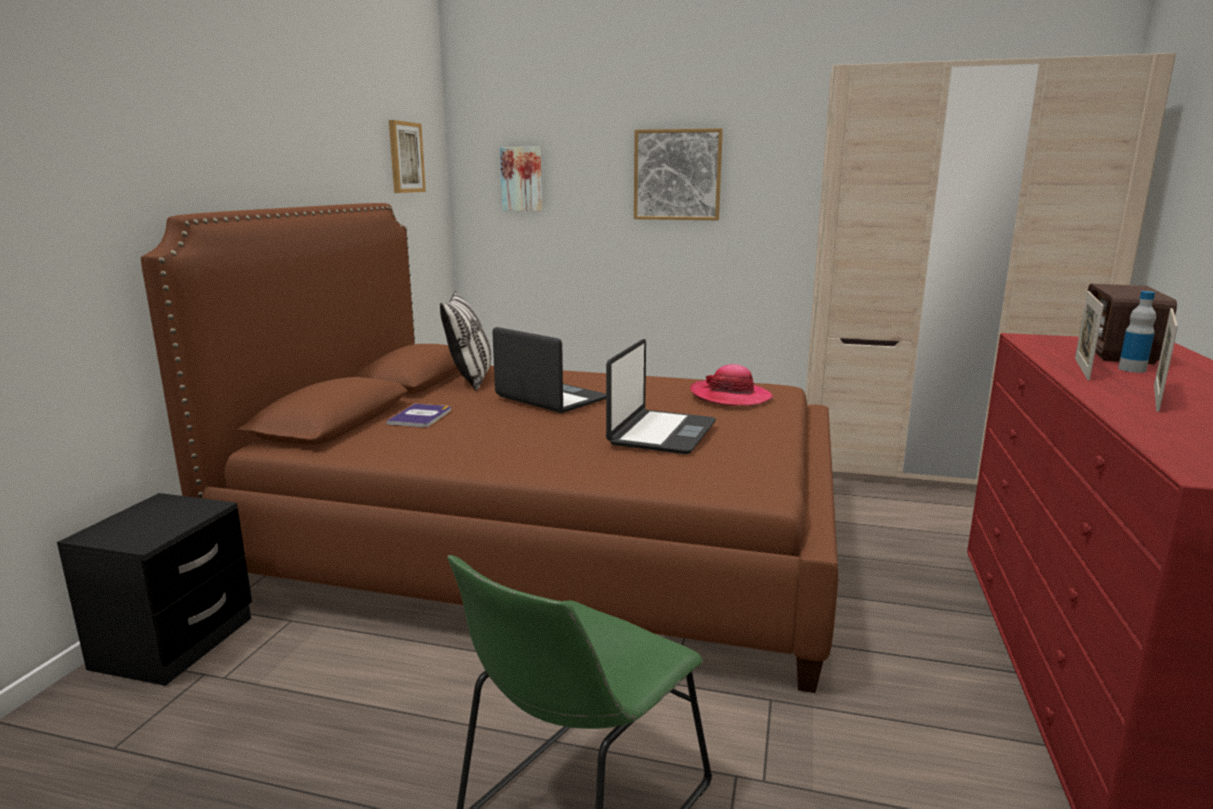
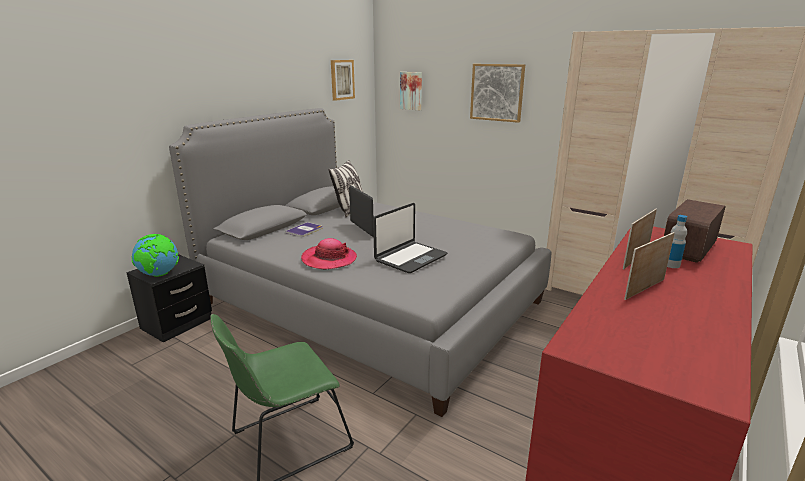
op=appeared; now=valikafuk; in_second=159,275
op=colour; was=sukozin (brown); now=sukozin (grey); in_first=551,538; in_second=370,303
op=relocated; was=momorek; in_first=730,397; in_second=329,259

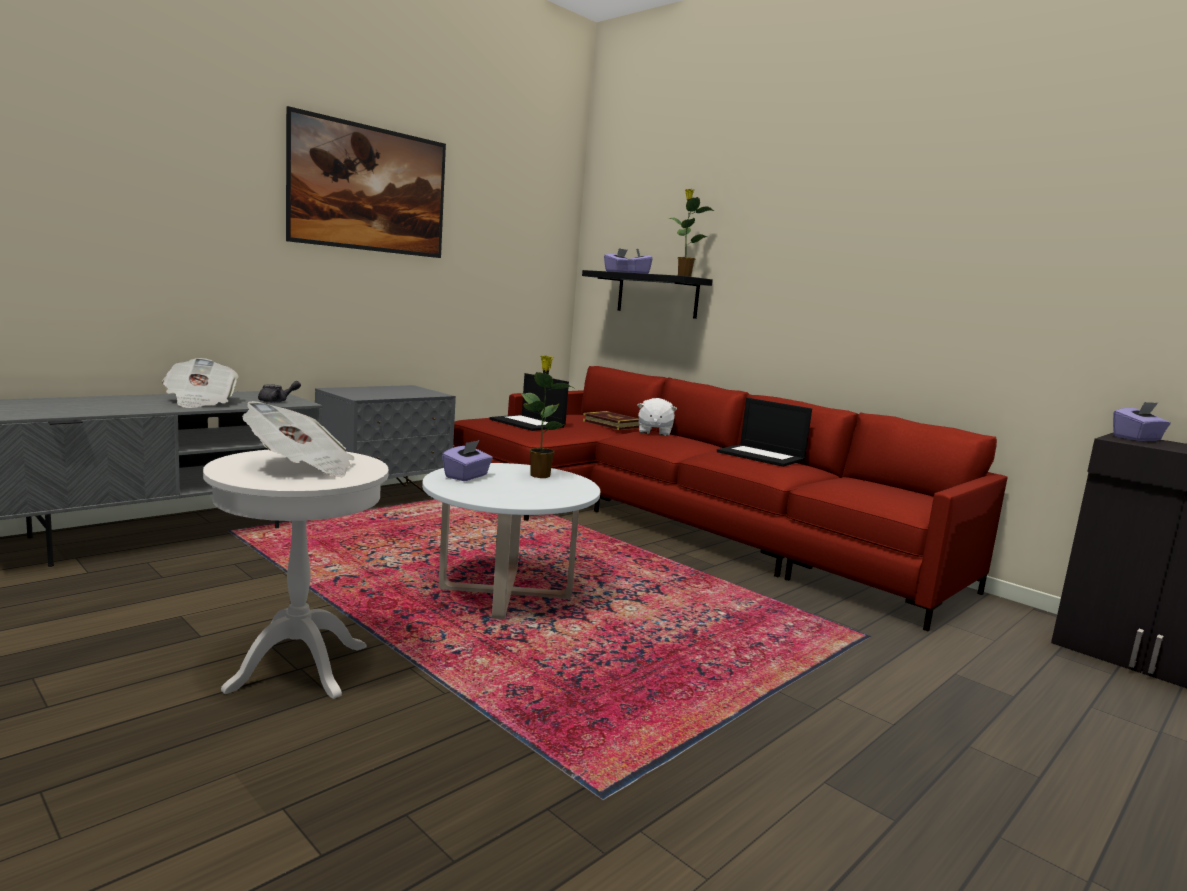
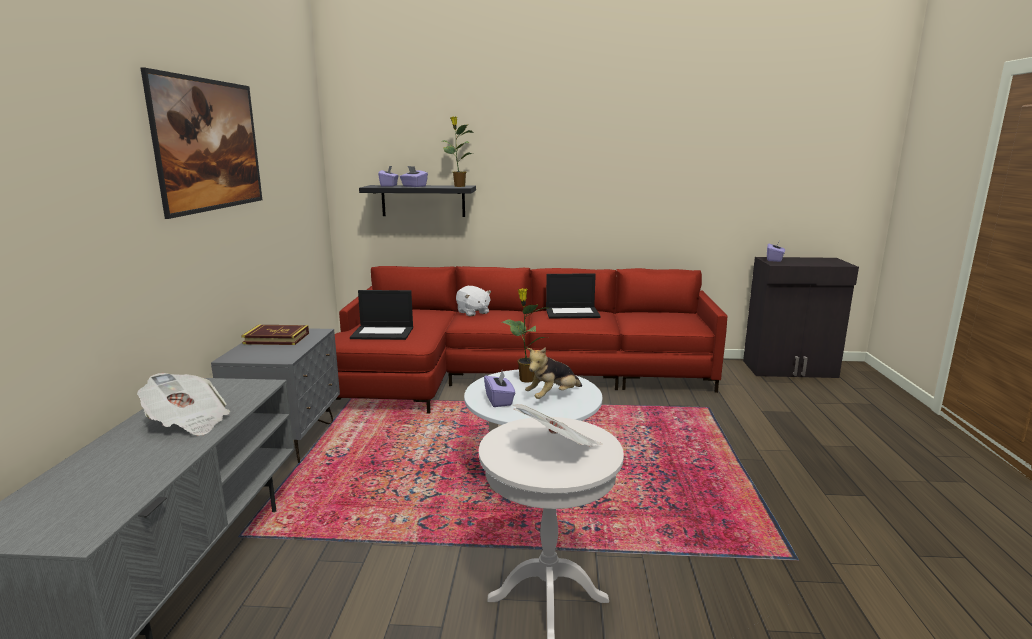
op=relocated; was=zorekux; in_first=612,424; in_second=276,338
op=appeared; now=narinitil; in_second=553,396
op=missing; was=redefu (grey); in_first=277,401

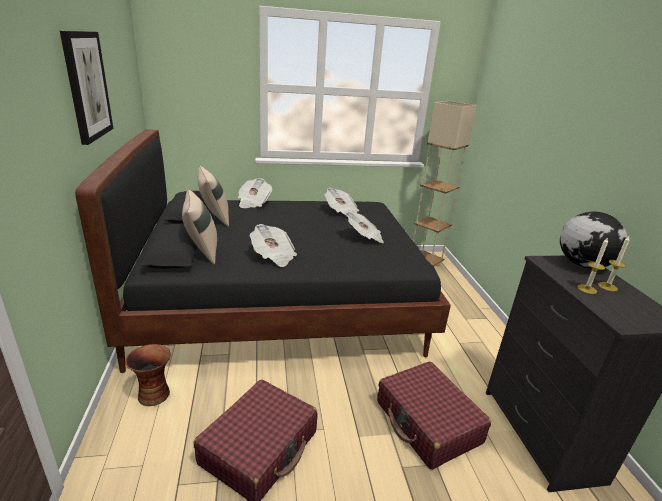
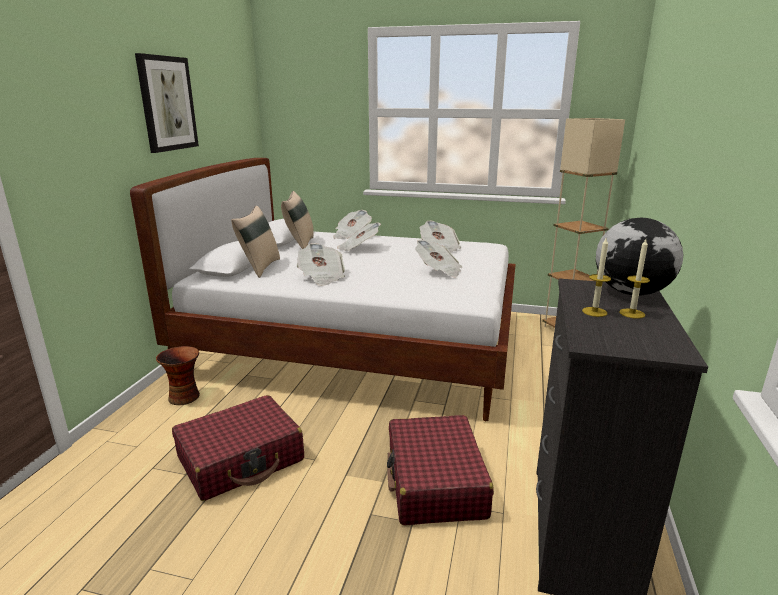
op=colour; was=sukozin (black); now=sukozin (white); in_first=280,302; in_second=357,344
op=appeared; now=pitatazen; in_second=358,248

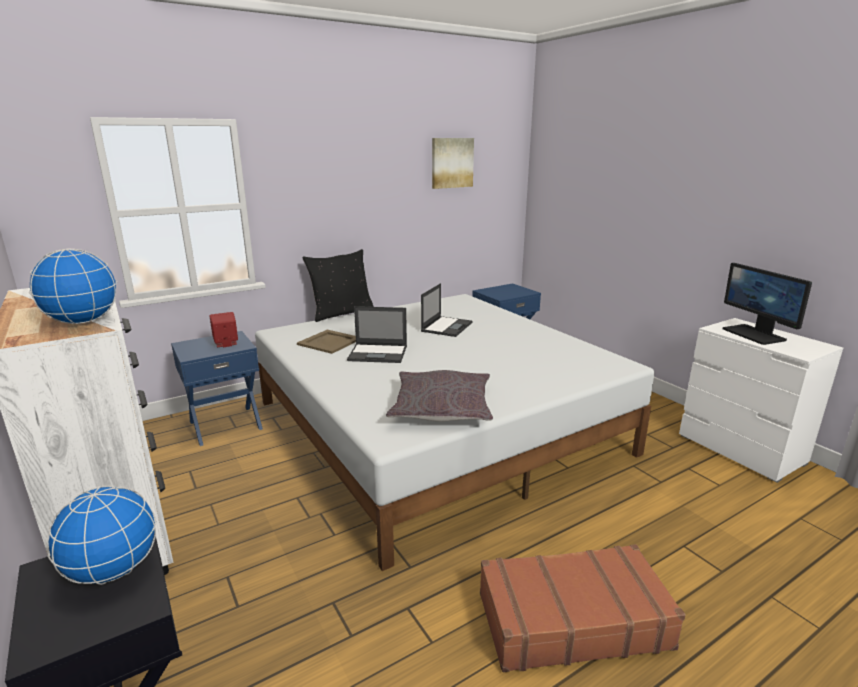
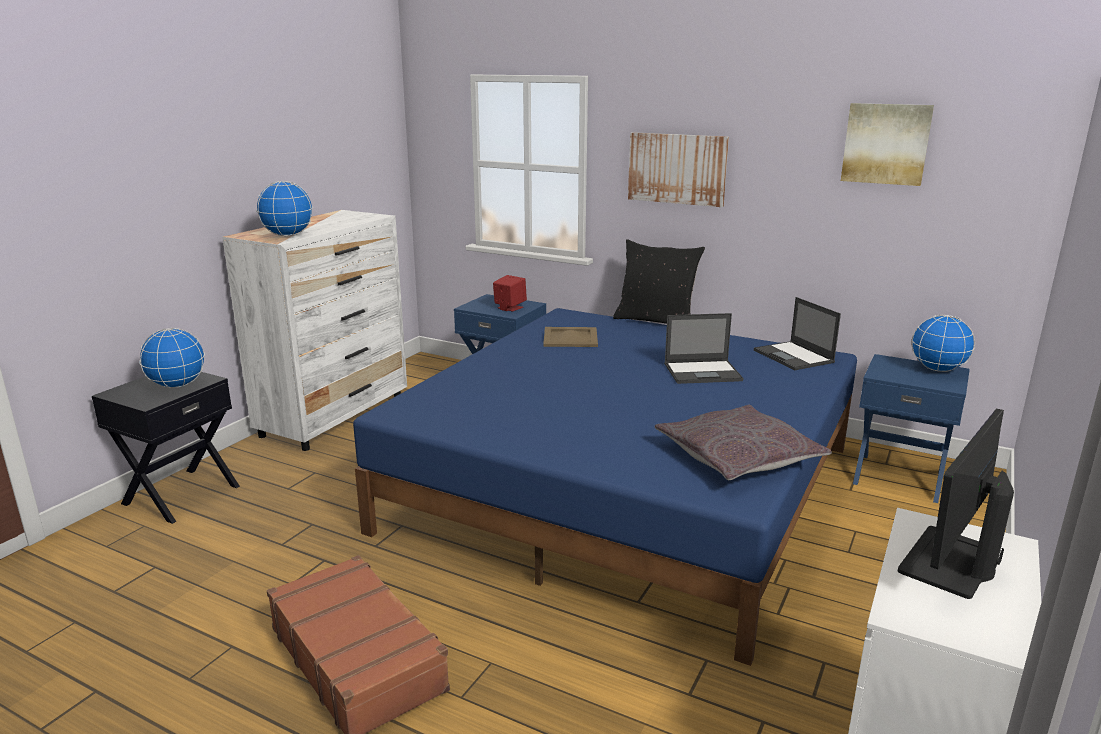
op=colour; was=sukozin (white); now=sukozin (blue); in_first=437,426; in_second=626,488
op=appeared; now=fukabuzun; in_second=677,168
op=relocated; was=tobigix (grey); in_first=441,407; in_second=738,456
op=relocated; was=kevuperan; in_first=378,353; in_second=794,356
op=appeared; now=valikafuk; in_second=938,369

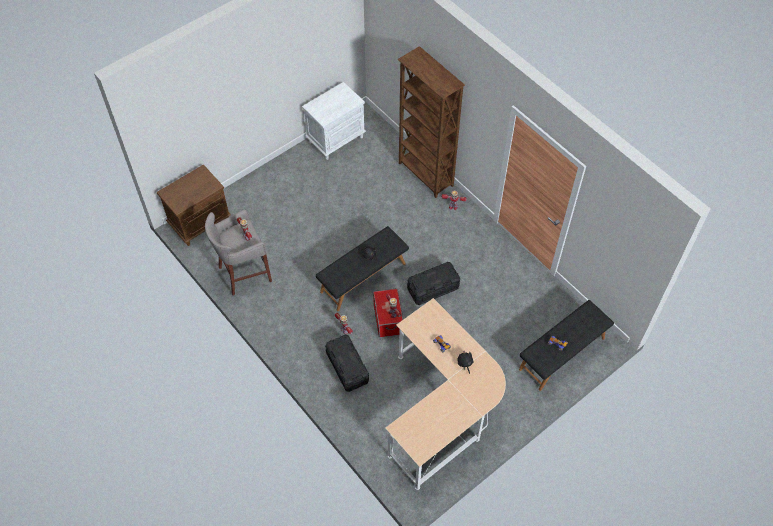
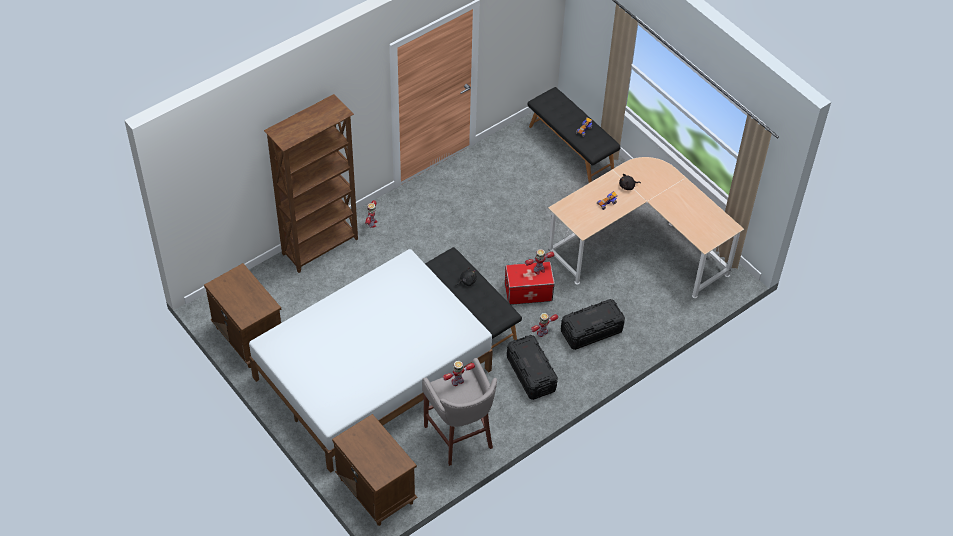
op=colour; was=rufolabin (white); now=rufolabin (brown); in_first=336,139; in_second=248,337
op=appeared; now=sukozin (white); in_second=372,373
op=relocated; was=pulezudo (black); in_first=433,288; in_second=531,373

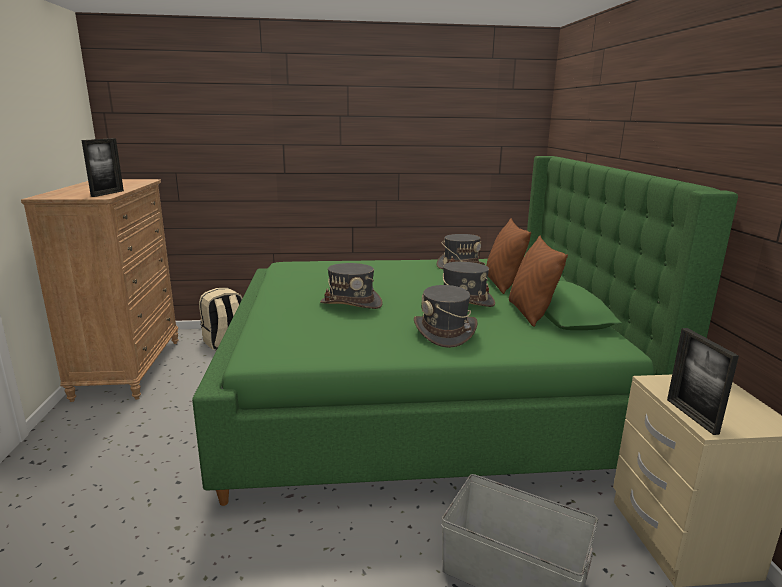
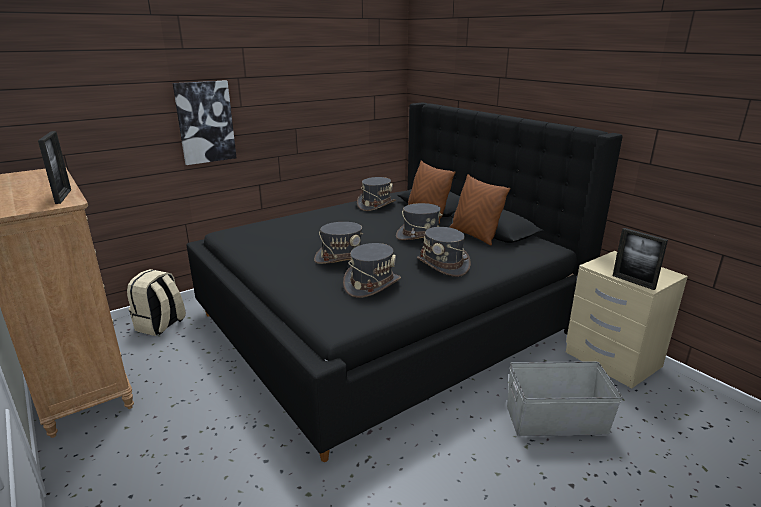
op=appeared; now=fukabuzun; in_second=205,122
op=colour; was=sukozin (green); now=sukozin (black); in_first=422,397; in_second=388,322
op=appeared; now=momorek (grey); in_second=372,284

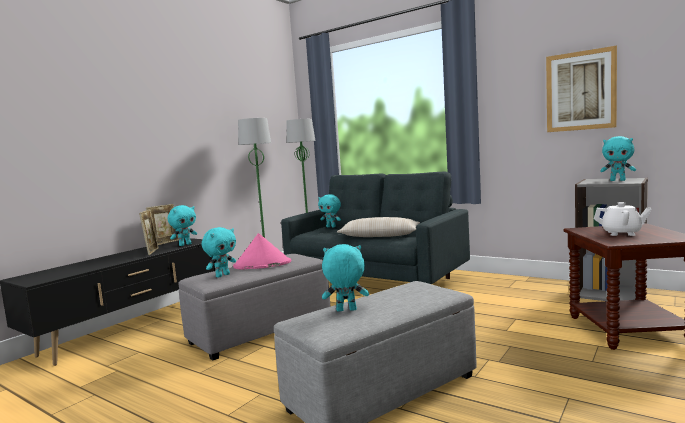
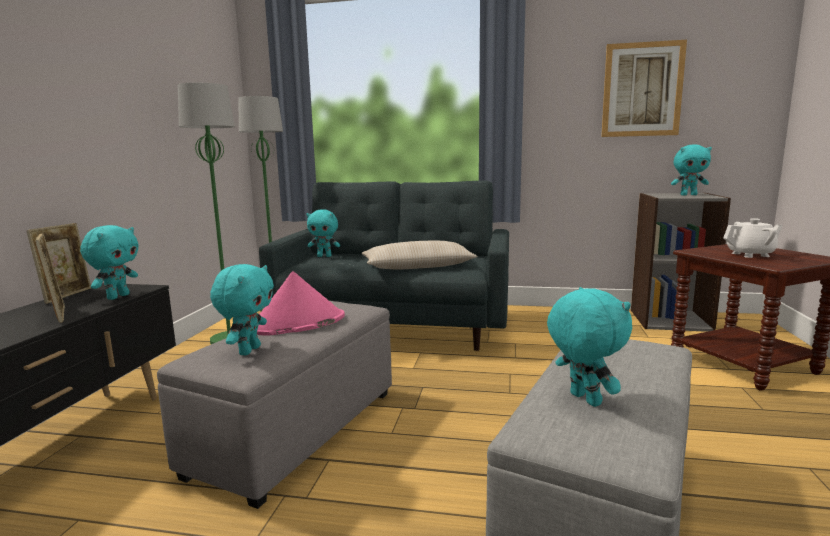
op=spun; was=narinitil (turquoise); in_first=346,310; in_second=583,399; clockwise=90

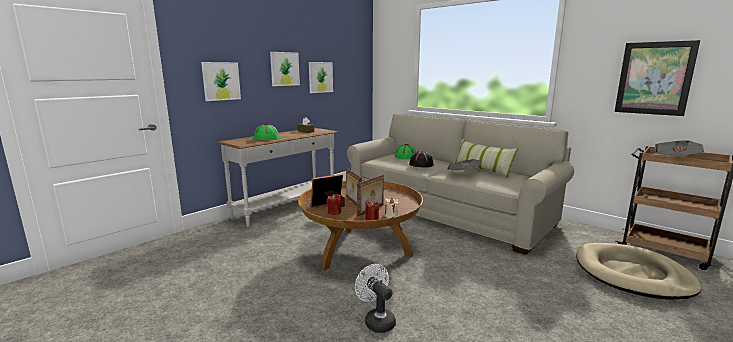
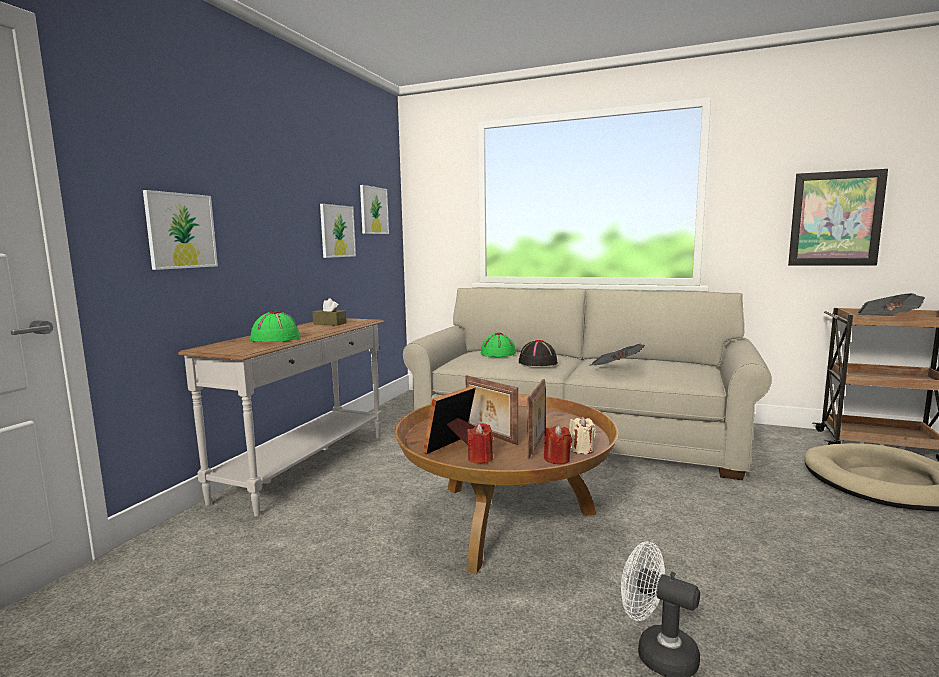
op=relocated; was=fukabuzun; in_first=284,69; in_second=373,210
op=missing; was=tobigix; in_first=482,170

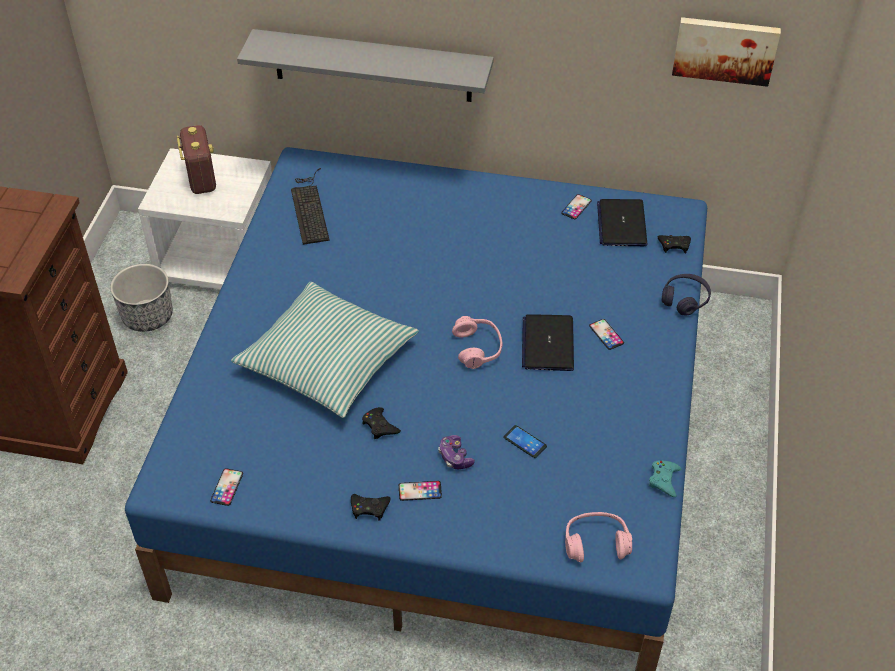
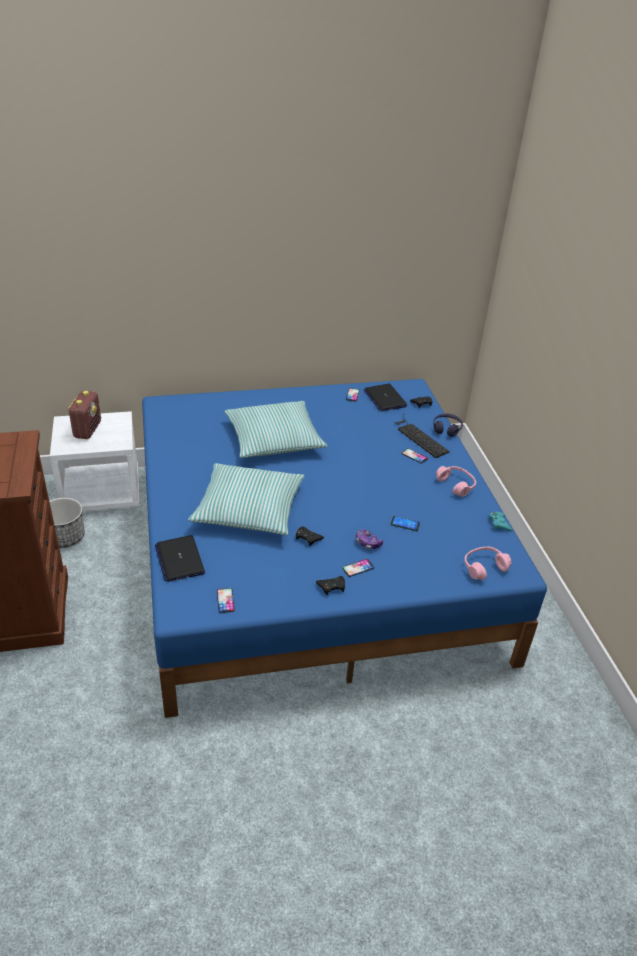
op=spun; was=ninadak; in_first=201,179; in_second=87,430; clockwise=45
op=relocated; was=kevuperan; in_first=548,343; in_second=179,559
op=appeared; now=tobigix; in_second=274,439
op=relocated; was=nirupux; in_first=310,207; in_second=419,437
op=relocated; was=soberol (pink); in_first=478,348; in_second=456,485
op=missing; was=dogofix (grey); in_first=372,66
op=missing; was=fukabuzun; in_first=725,49

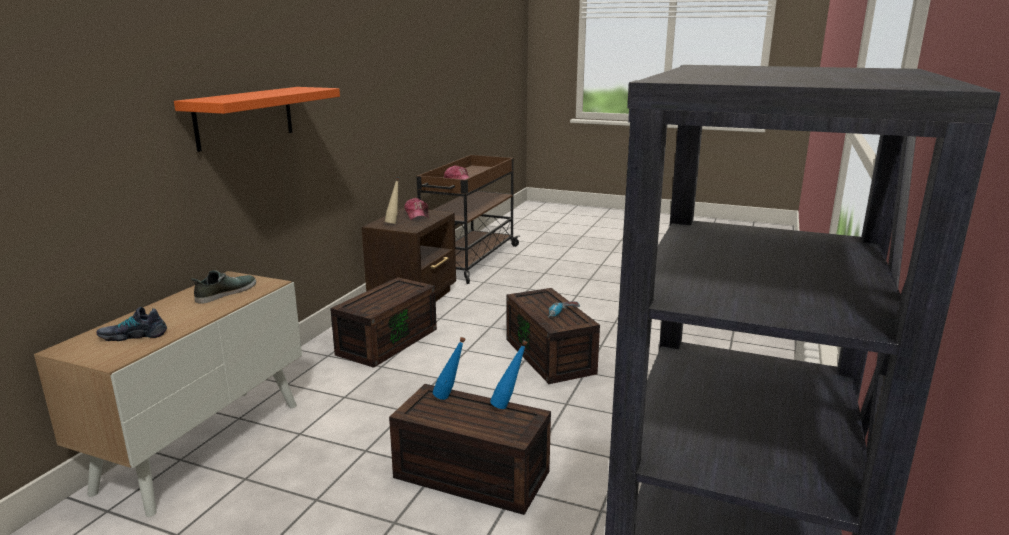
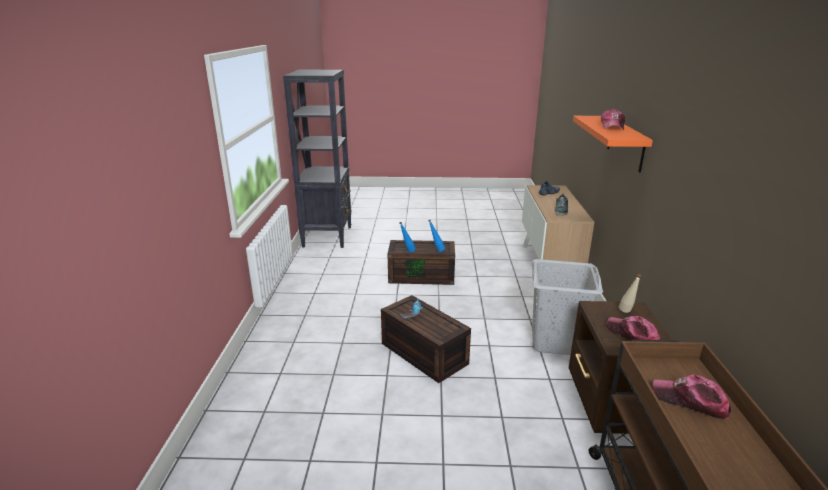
op=exchanged; was=pulezudo (brown); now=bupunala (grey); in_first=387,341; in_second=556,341
op=appeared; now=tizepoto; in_second=612,126

